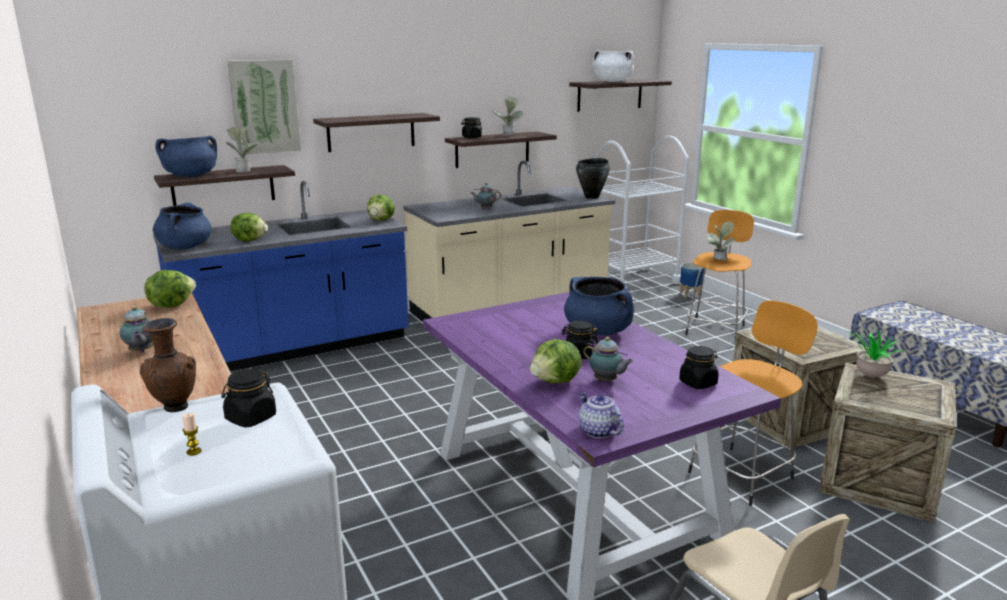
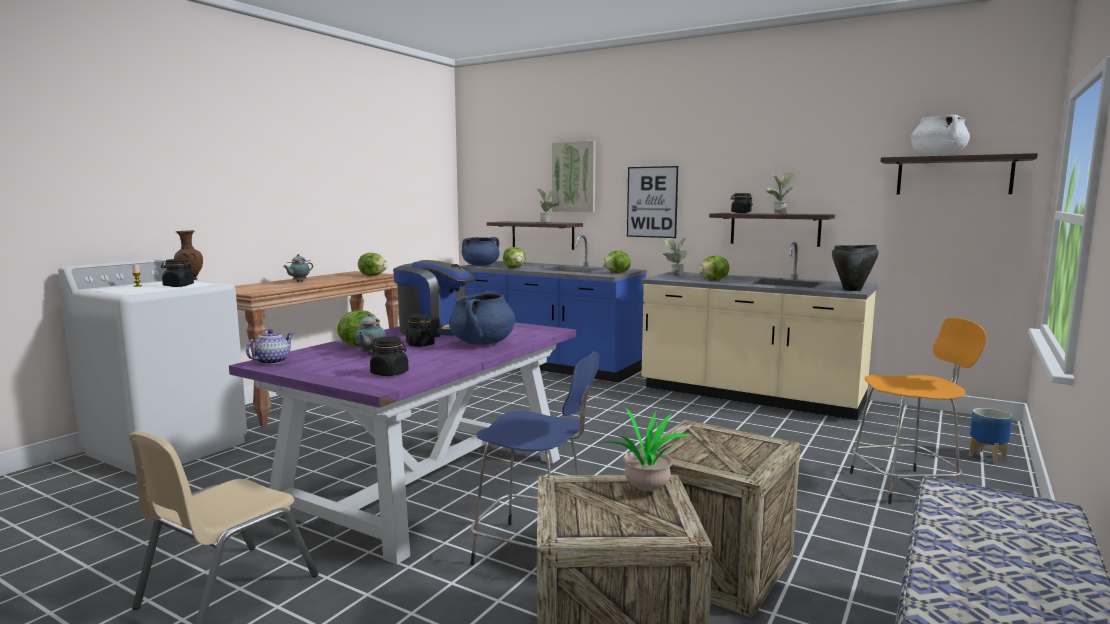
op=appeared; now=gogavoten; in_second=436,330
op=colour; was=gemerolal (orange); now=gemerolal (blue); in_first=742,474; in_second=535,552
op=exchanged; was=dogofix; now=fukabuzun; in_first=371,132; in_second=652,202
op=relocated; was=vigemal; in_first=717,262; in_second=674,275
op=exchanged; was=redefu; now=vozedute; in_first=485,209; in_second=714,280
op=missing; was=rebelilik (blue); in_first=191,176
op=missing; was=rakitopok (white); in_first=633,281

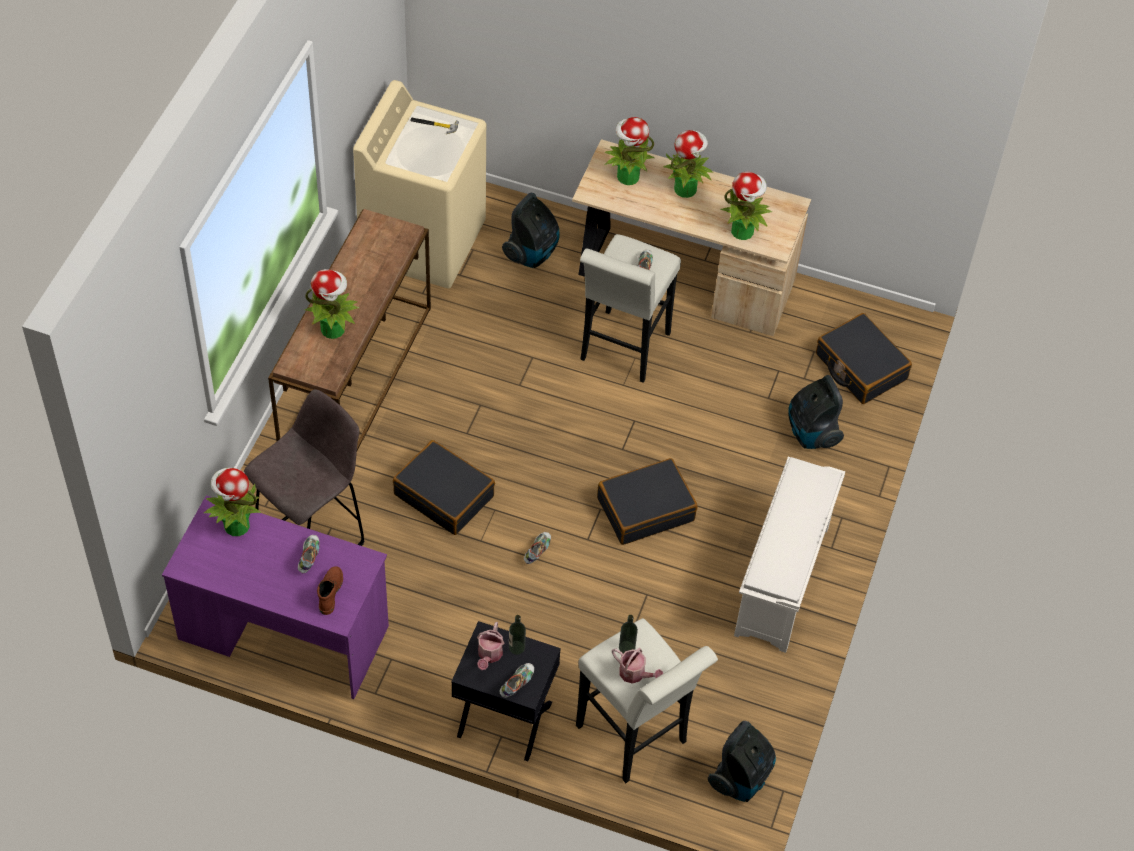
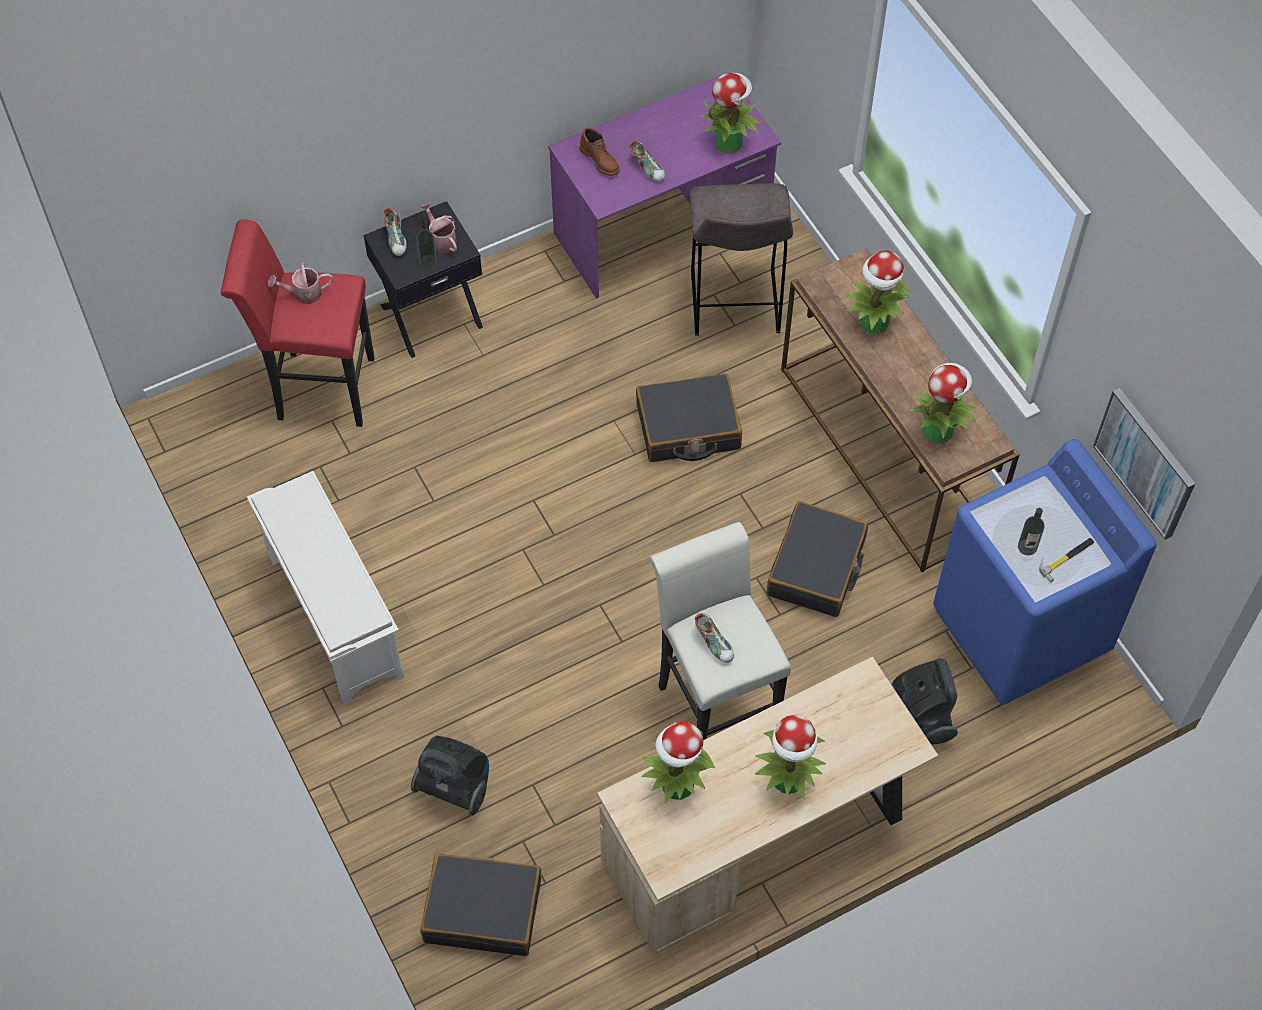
op=colour; was=gemerolal (white); now=gemerolal (red); in_first=636,739; in_second=317,388
op=relocated; was=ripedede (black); in_first=645,509; in_second=816,568
op=relocated; was=vigemal; in_first=627,177; in_second=938,430
op=colour; was=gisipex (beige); now=gisipex (blue); in_first=423,241; in_second=1021,630
op=relocated; was=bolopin; in_first=627,648; in_second=1027,547
op=appeared; now=fukabuzun; in_second=1145,462
op=missing; was=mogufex; in_first=537,551
op=missing; was=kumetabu; in_first=741,779

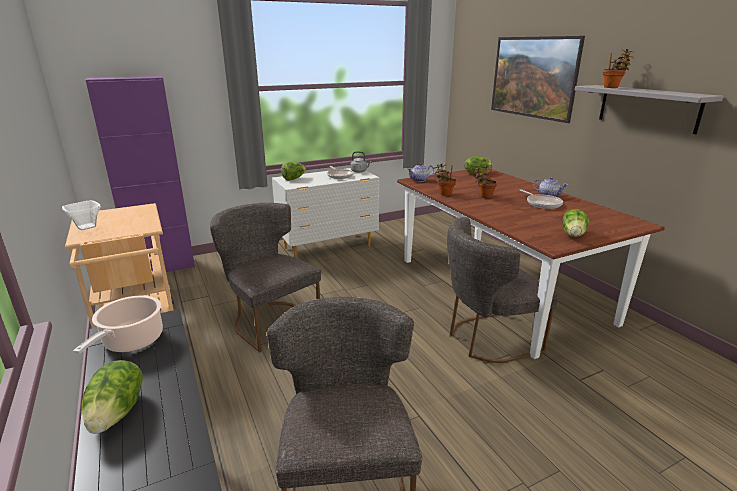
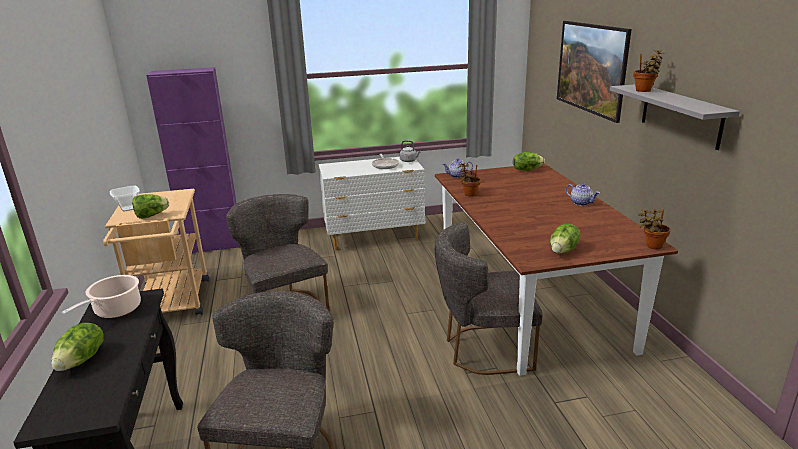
op=relocated; was=vozedute; in_first=293,179; in_second=151,216
op=relocated; was=vigemal; in_first=484,196; in_second=652,246
op=missing; was=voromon; in_first=542,203

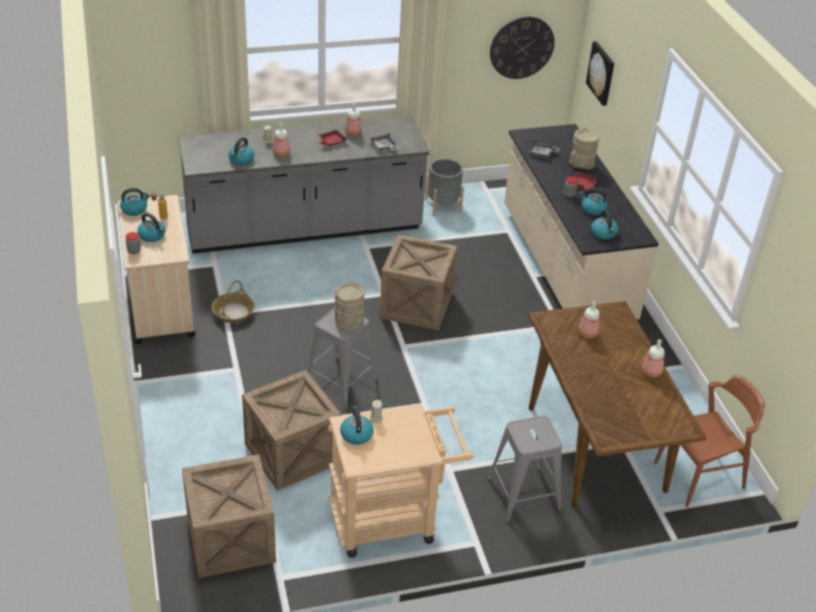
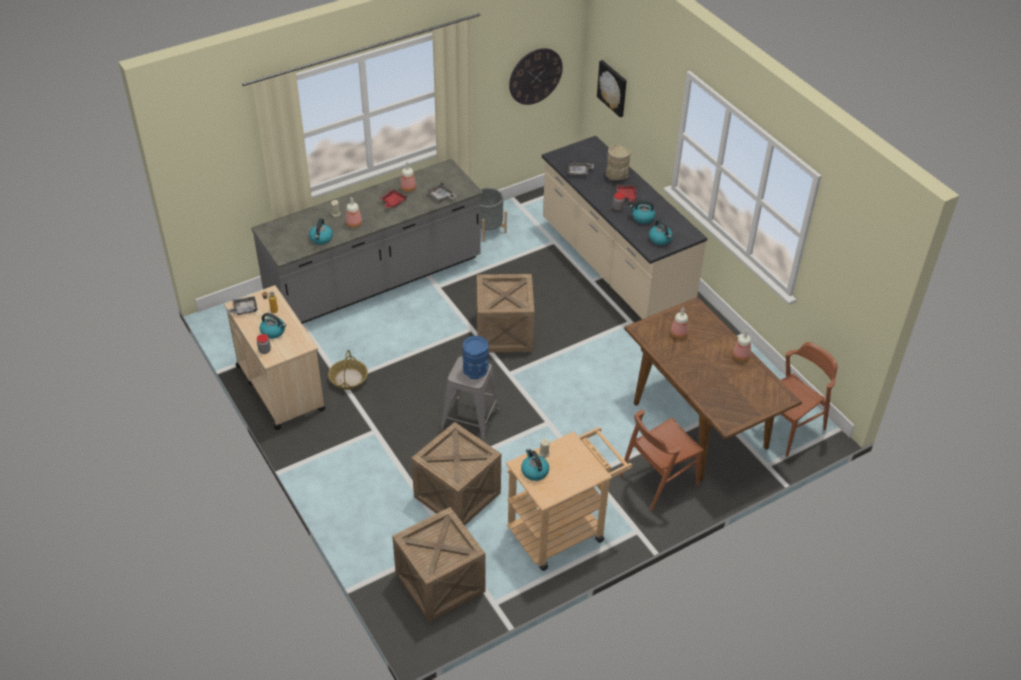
op=exchanged; was=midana; now=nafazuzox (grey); in_first=134,209; in_second=244,309
op=colour; was=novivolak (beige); now=novivolak (blue); in_first=349,322; in_second=476,370
op=exchanged; was=gemerolal (grey); now=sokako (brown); in_first=523,494; in_second=658,480

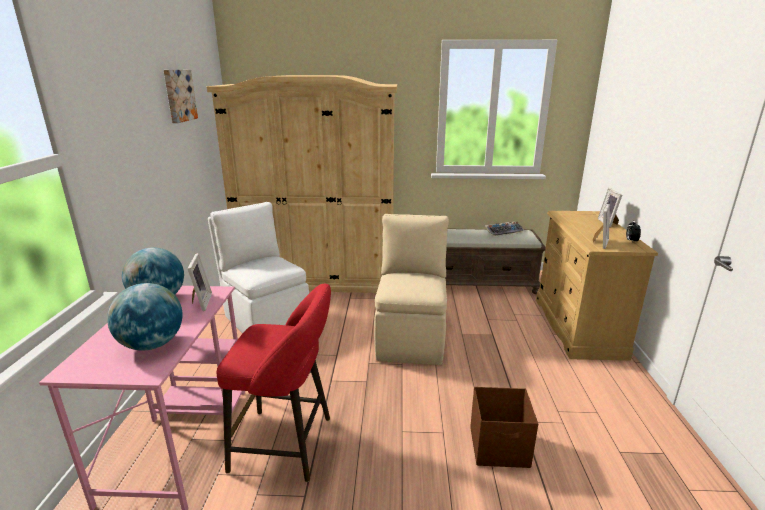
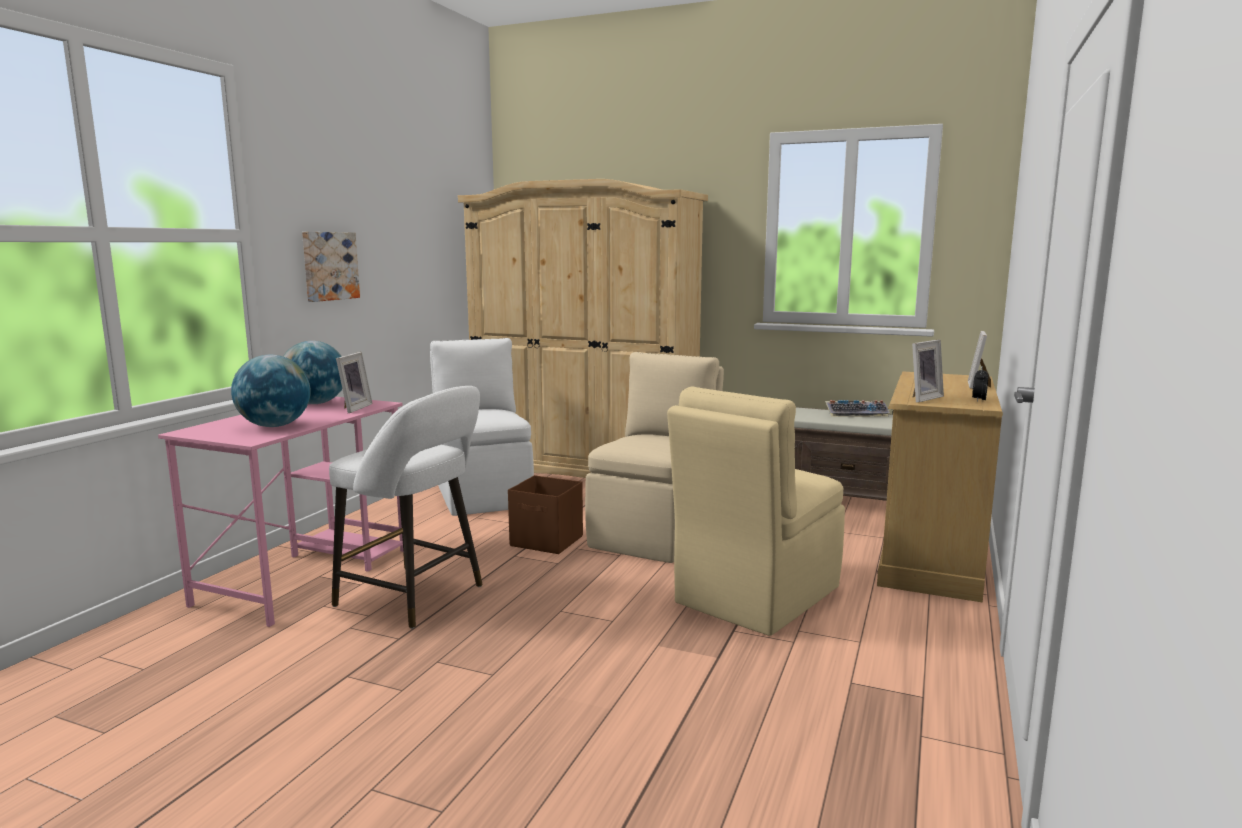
op=relocated; was=fukabuzun; in_first=178,95; in_second=329,266
op=colour; was=gemerolal (red); now=gemerolal (white); in_first=288,445; in_second=416,598
op=relocated; was=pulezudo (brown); in_first=500,448; in_second=547,541
op=appeared; now=sokako (beige); in_second=755,596

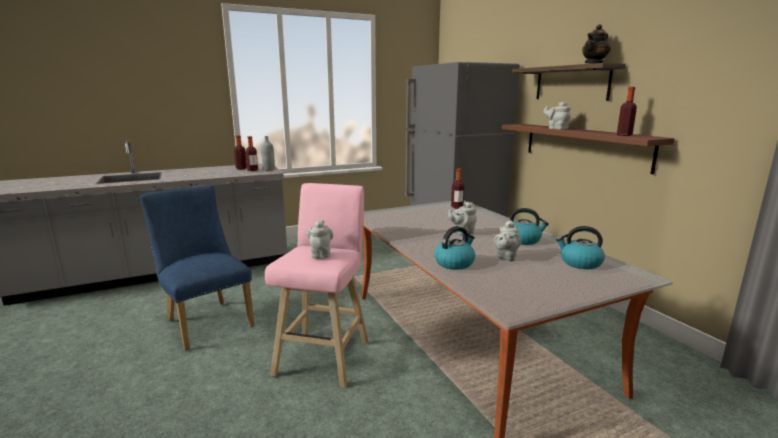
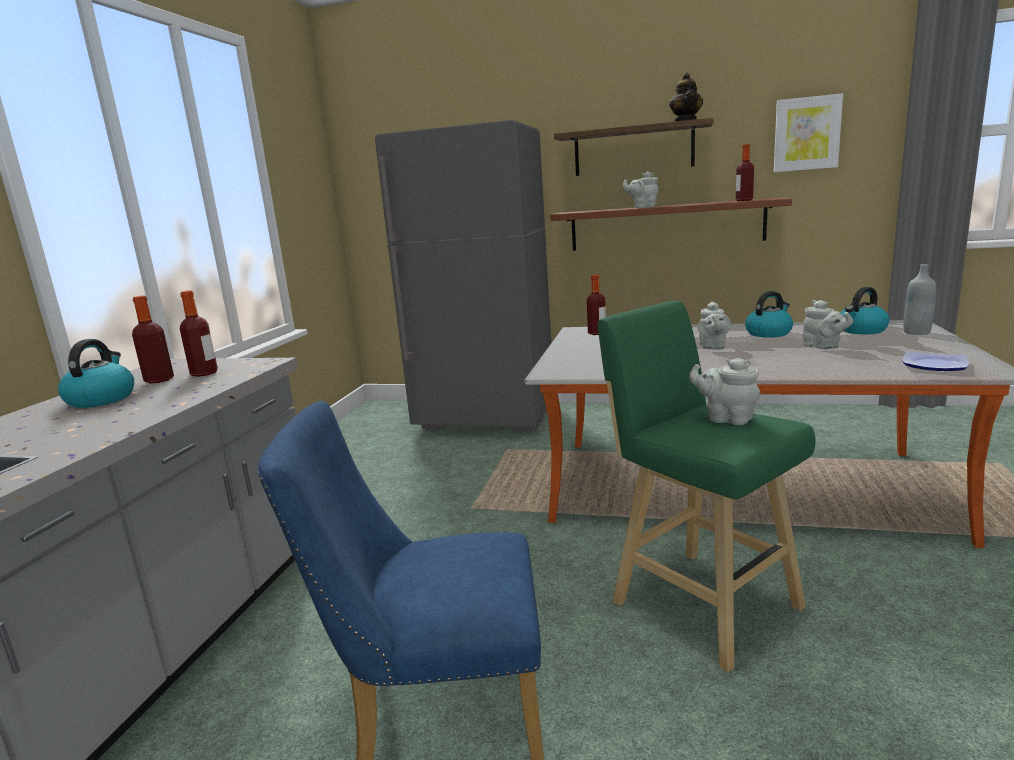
op=relocated; was=midana; in_first=454,263; in_second=101,399
op=colour; was=gemerolal (pink); now=gemerolal (green); in_first=325,355; in_second=699,601
op=appeared; now=fukabuzun; in_second=806,134
op=appeared; now=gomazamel; in_second=935,365
op=relocated; was=bolopin (grey); in_first=268,169; in_second=916,332

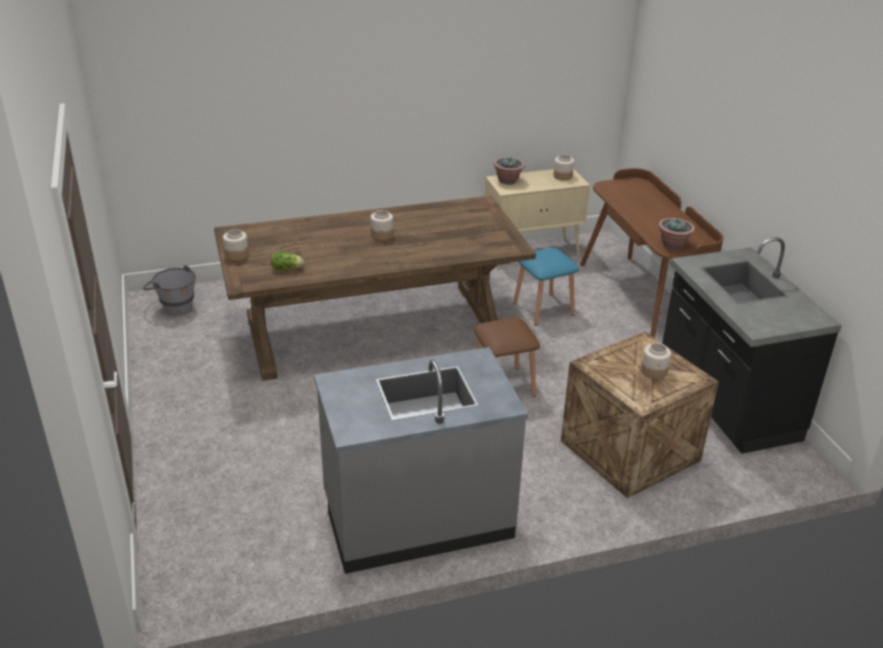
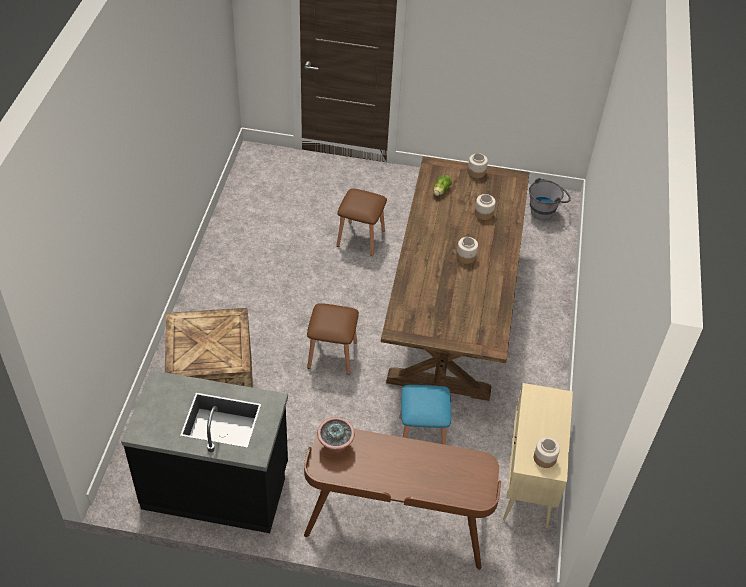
op=appeared; now=gemerolal (brown); in_second=360,238
op=relocated; was=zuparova; in_first=654,371; in_second=483,213
op=missing; was=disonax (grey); in_first=417,517
op=missing; was=vigemal; in_first=508,181

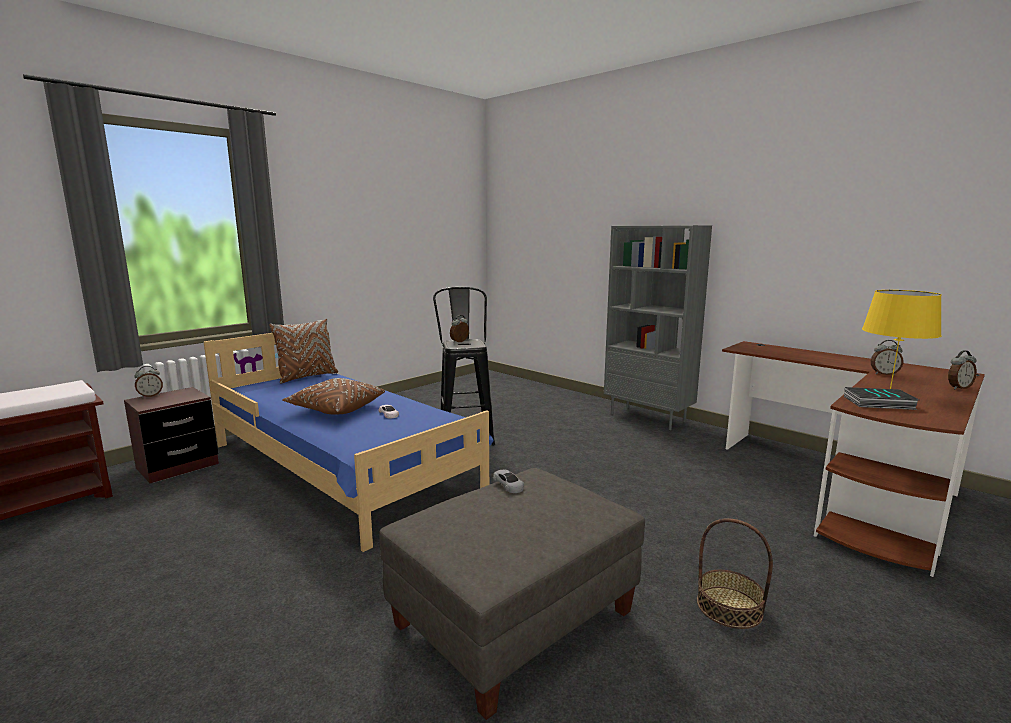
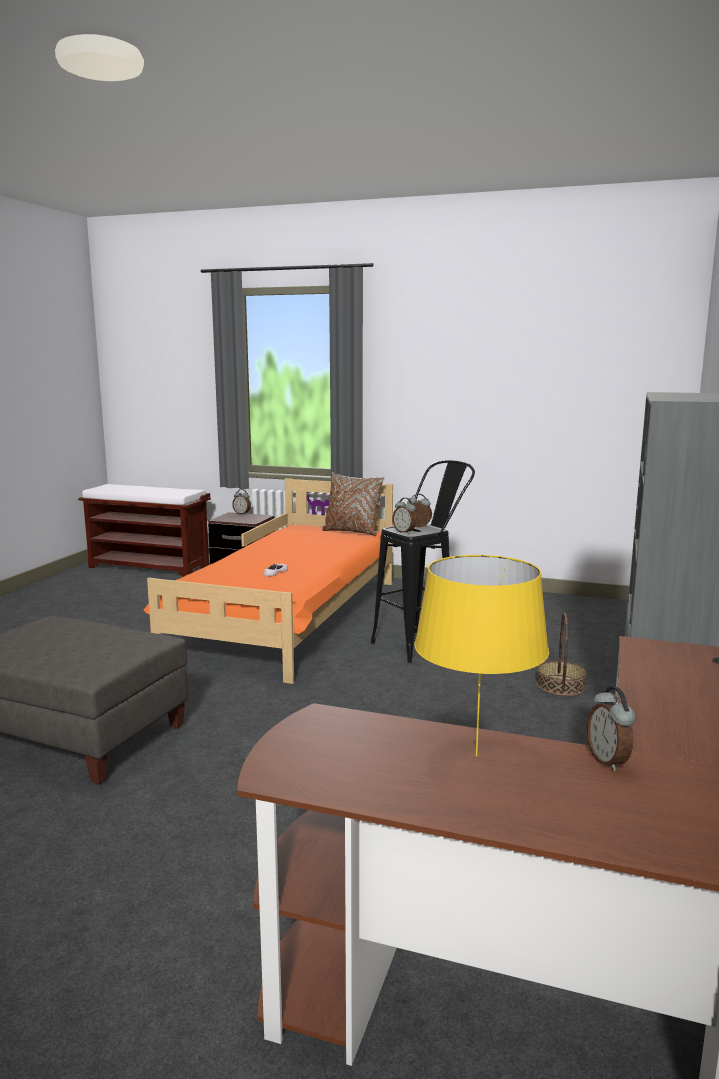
op=colour; was=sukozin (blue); now=sukozin (orange); in_first=343,467; in_second=290,618
op=relocated; was=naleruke; in_first=958,387; in_second=404,532
op=relocated; was=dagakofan; in_first=729,607; in_second=561,685
op=missing; was=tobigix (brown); in_first=336,409
op=missing; was=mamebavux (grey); in_first=508,484
op=missing; was=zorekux; in_first=878,403

